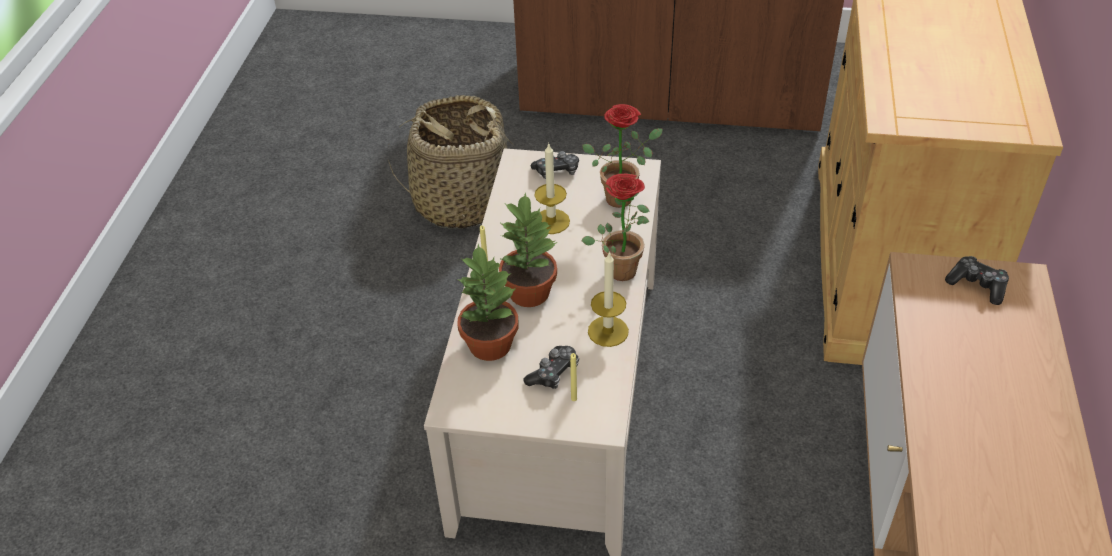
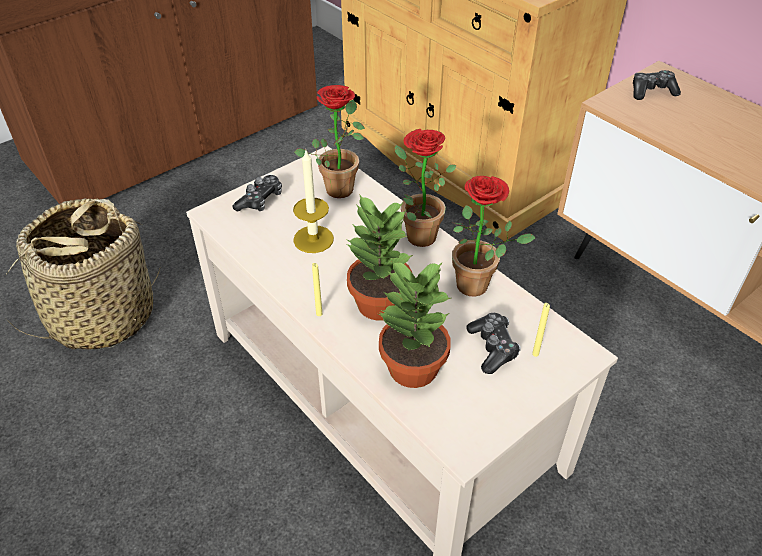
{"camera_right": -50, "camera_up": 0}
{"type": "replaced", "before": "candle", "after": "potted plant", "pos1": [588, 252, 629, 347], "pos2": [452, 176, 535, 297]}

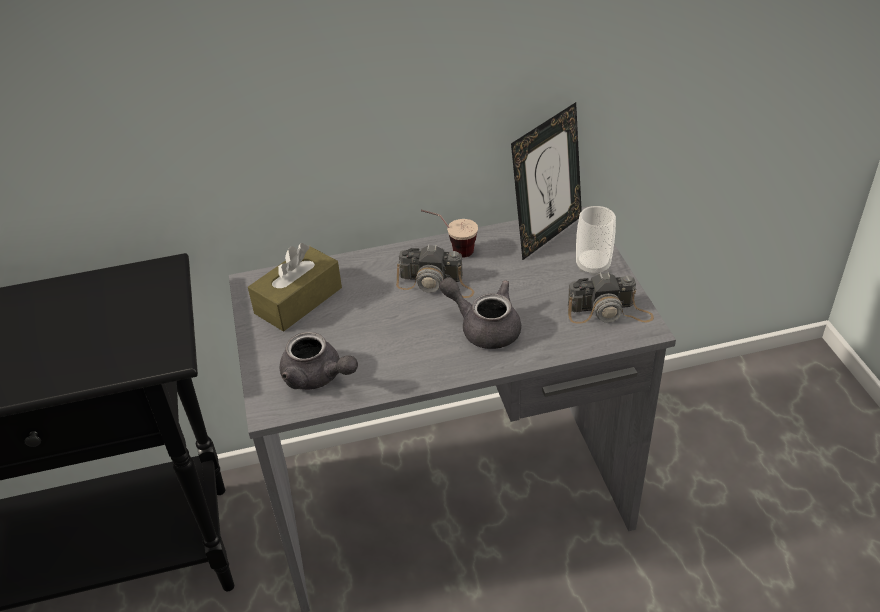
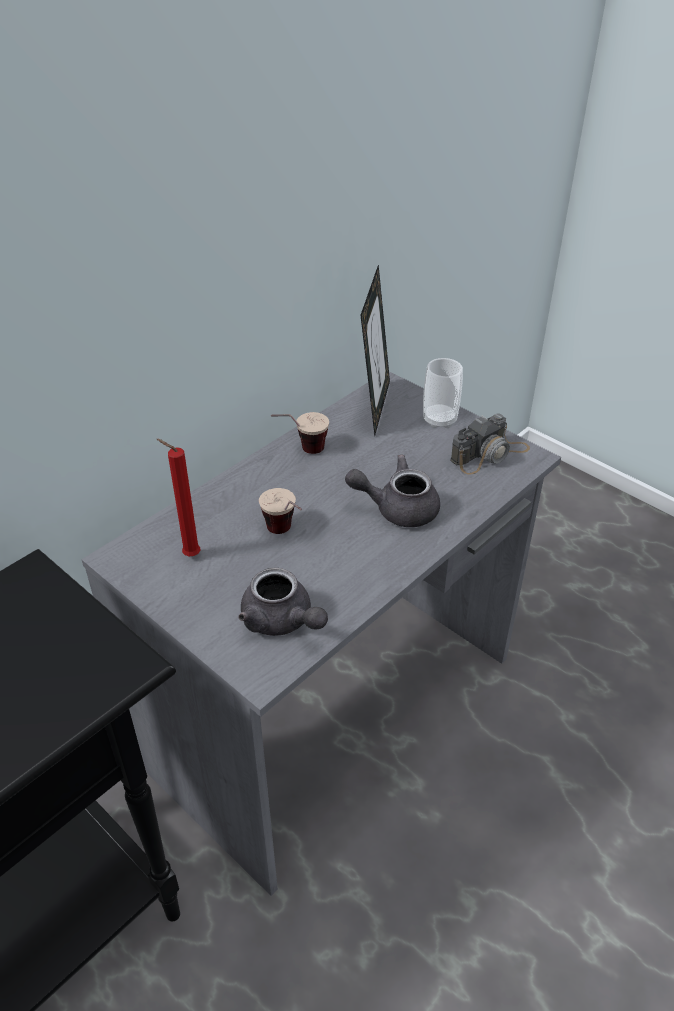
{"camera_right": -35, "camera_up": 0}
{"type": "replaced", "before": "tissue box (brown)", "after": "candle (red)", "pos1": [248, 243, 342, 331], "pos2": [157, 439, 200, 556]}
{"type": "turned", "before": "teapot (grey)", "pos1": [280, 332, 358, 390], "pos2": [238, 568, 328, 636], "turn": 45}
{"type": "removed", "before": "photo camera", "pos1": [396, 244, 474, 298]}
{"type": "added", "after": "cup", "pos2": [259, 488, 302, 534]}

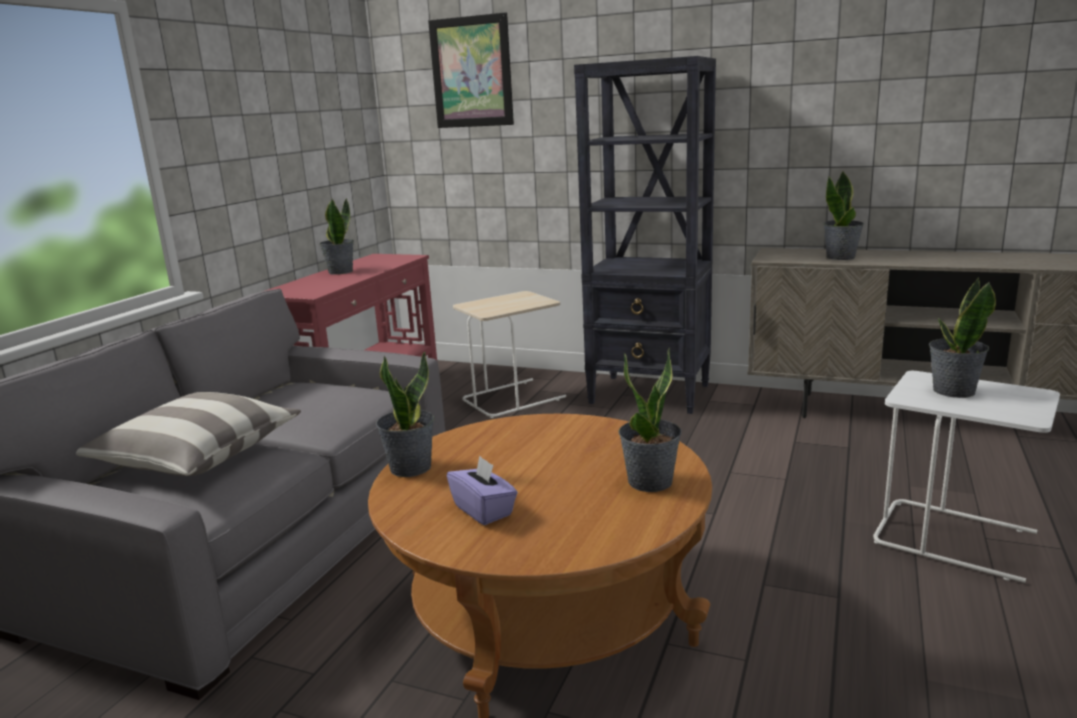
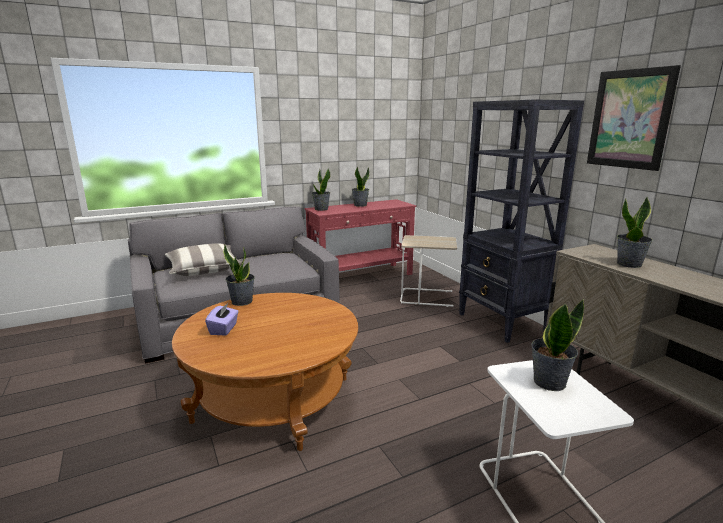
{"camera_right": 40, "camera_up": 0}
{"type": "moved", "before": "picture", "pos1": [428, 12, 514, 128], "pos2": [587, 65, 681, 171]}
{"type": "moved", "before": "potted plant", "pos1": [619, 347, 681, 492], "pos2": [312, 168, 330, 211]}

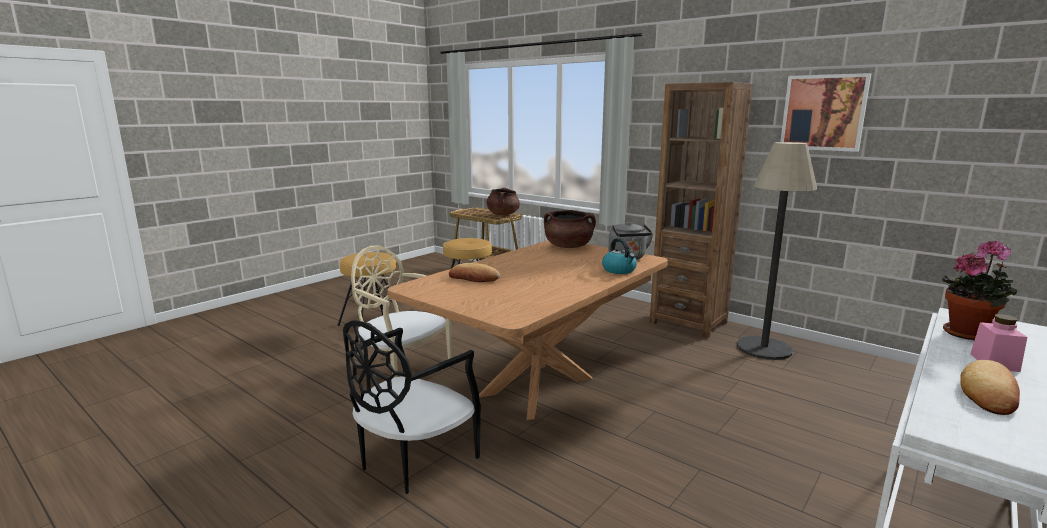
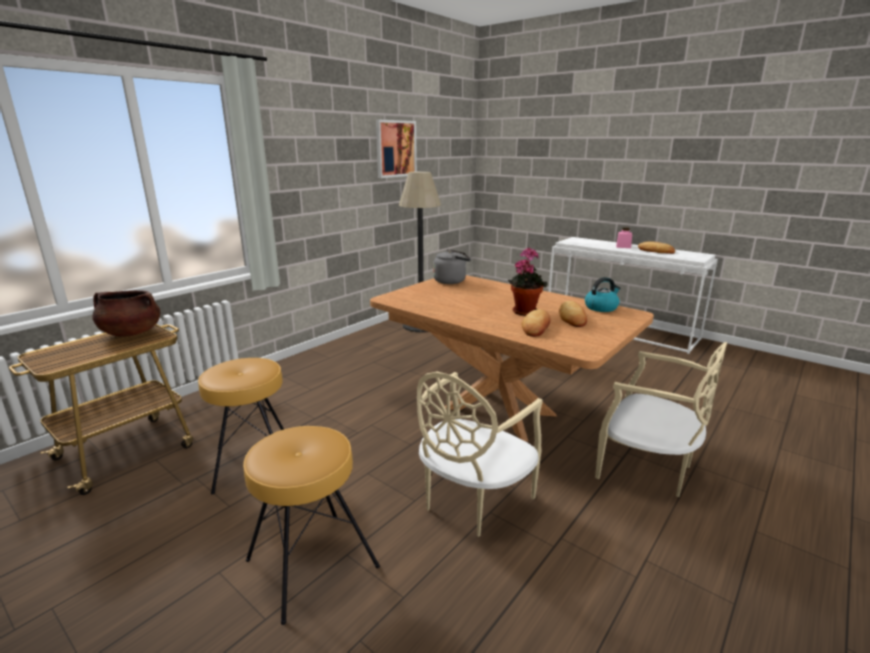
{"camera_right": -90, "camera_up": 5}
{"type": "recoloured", "before": "chair (black)", "after": "chair (beige)", "pos1": [343, 320, 481, 494], "pos2": [595, 342, 727, 497]}
{"type": "removed", "before": "cooking pot (brown)", "pos1": [544, 210, 596, 248]}
{"type": "moved", "before": "kettle", "pos1": [602, 238, 637, 274], "pos2": [585, 277, 620, 312]}
{"type": "removed", "before": "bookcase (brown)", "pos1": [650, 82, 753, 338]}
{"type": "moved", "before": "potted plant", "pos1": [942, 240, 1017, 340], "pos2": [508, 248, 547, 316]}
{"type": "added", "after": "bread", "pos2": [559, 301, 587, 327]}

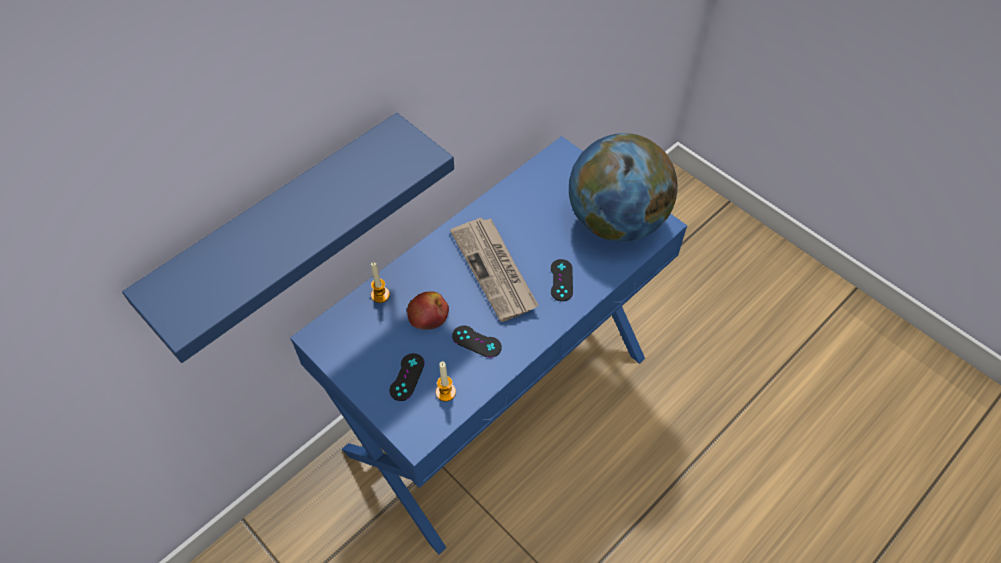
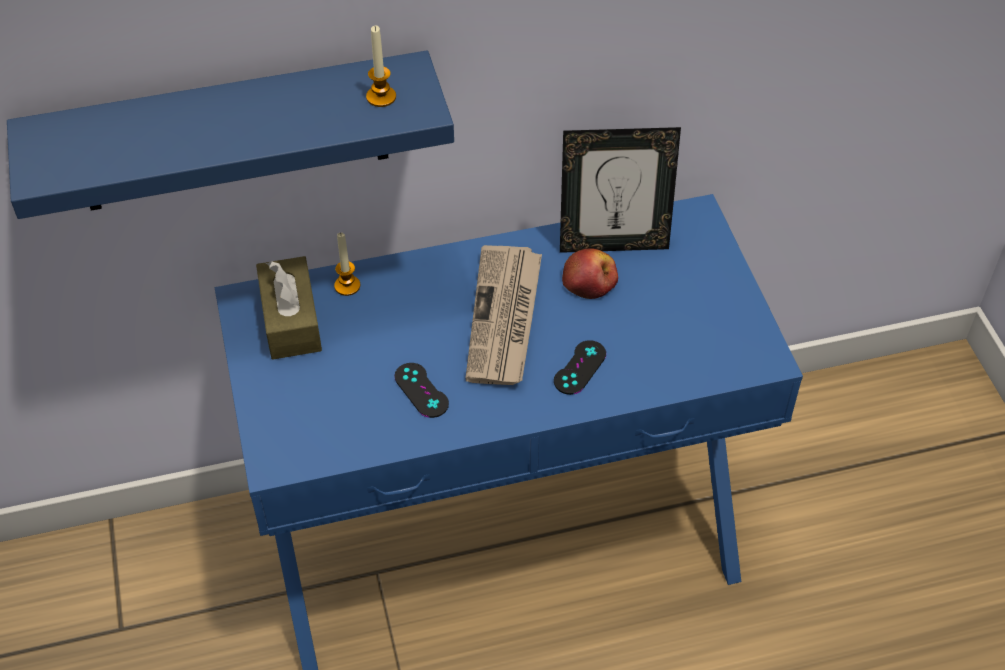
{"camera_right": 30, "camera_up": -5}
{"type": "removed", "before": "game controller (black)", "pos1": [389, 353, 425, 401]}
{"type": "moved", "before": "apple", "pos1": [407, 292, 449, 329], "pos2": [562, 248, 618, 299]}
{"type": "moved", "before": "candle", "pos1": [436, 362, 456, 402], "pos2": [366, 26, 396, 107]}
{"type": "removed", "before": "globe", "pos1": [569, 133, 678, 242]}
{"type": "added", "after": "tissue box (brown)", "pos2": [256, 256, 322, 359]}
{"type": "added", "after": "picture frame", "pos2": [560, 127, 681, 253]}

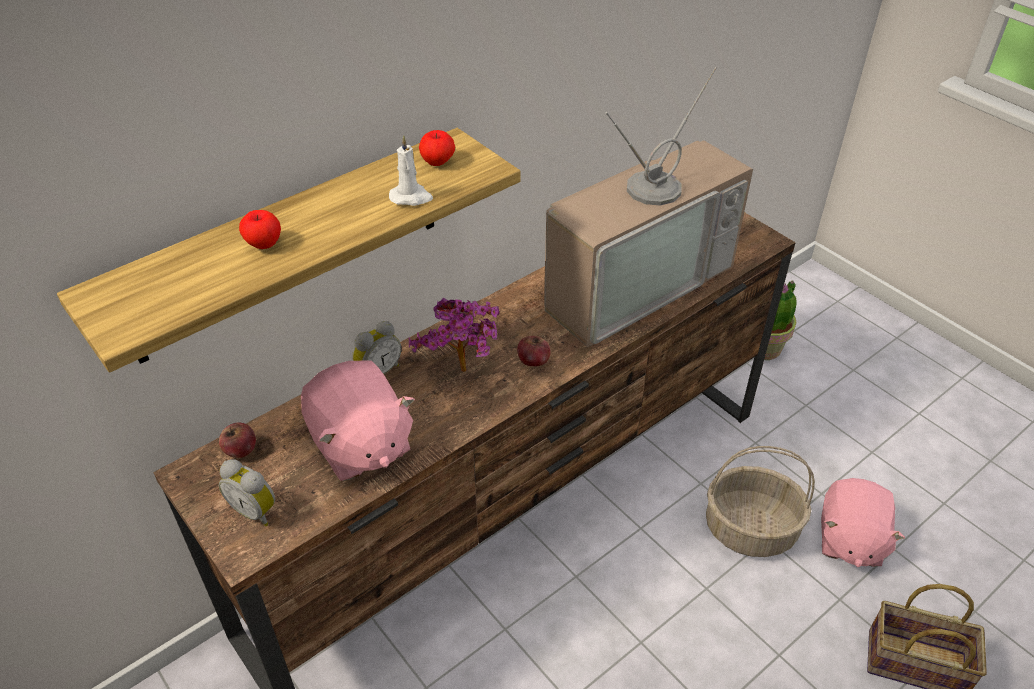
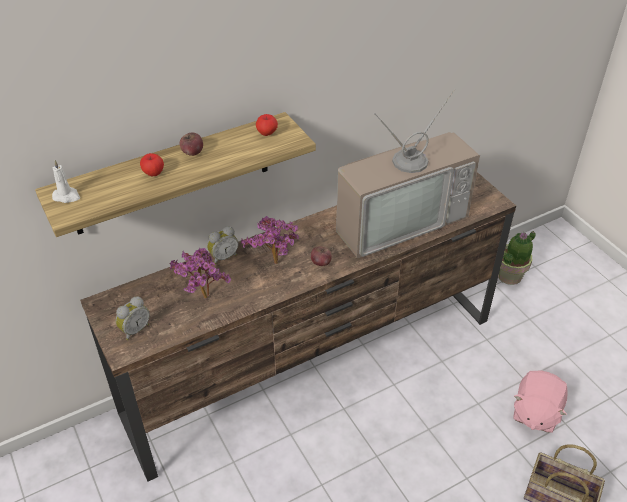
{"camera_right": 10, "camera_up": 0}
{"type": "moved", "before": "apple", "pos1": [219, 422, 256, 458], "pos2": [180, 133, 203, 156]}
{"type": "turned", "before": "alarm clock", "pos1": [219, 459, 275, 527], "pos2": [116, 296, 150, 340], "turn": -90}
{"type": "replaced", "before": "plush toy (pink)", "after": "potted plant", "pos1": [301, 360, 415, 481], "pos2": [170, 248, 231, 299]}
{"type": "moved", "before": "candle (white)", "pos1": [389, 135, 433, 206], "pos2": [52, 160, 80, 203]}
{"type": "removed", "before": "basket", "pos1": [706, 446, 815, 557]}

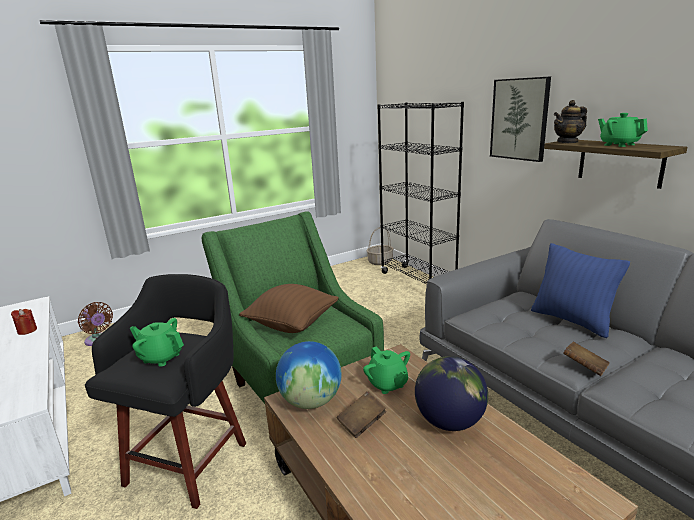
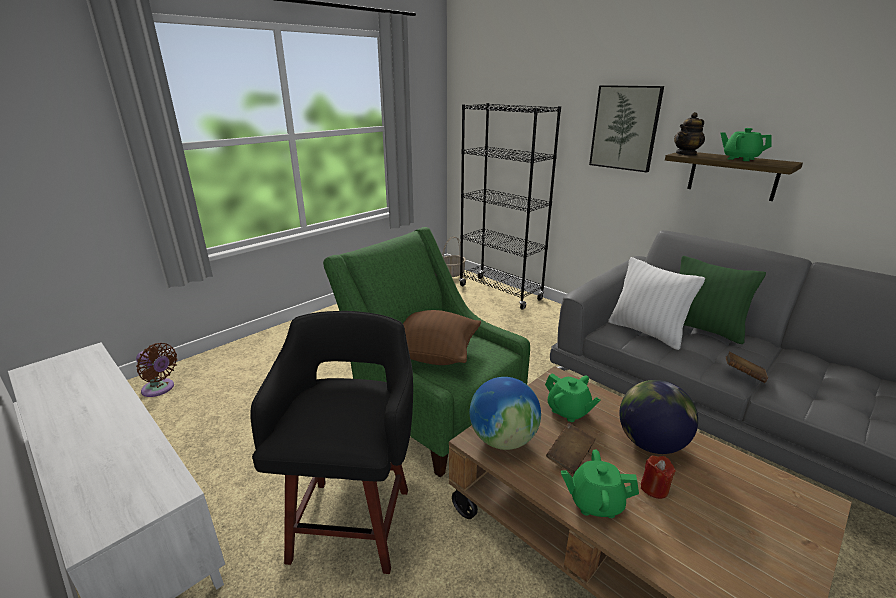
{"camera_right": -15, "camera_up": 5}
{"type": "moved", "before": "candle (red)", "pos1": [11, 309, 37, 335], "pos2": [641, 455, 676, 499]}
{"type": "moved", "before": "teapot (green)", "pos1": [130, 318, 184, 367], "pos2": [561, 449, 639, 518]}
{"type": "recoloured", "before": "pillow (blue)", "after": "pillow (green)", "pos1": [531, 243, 630, 338], "pos2": [679, 256, 766, 344]}
{"type": "added", "after": "pillow (white)", "pos2": [608, 257, 705, 350]}

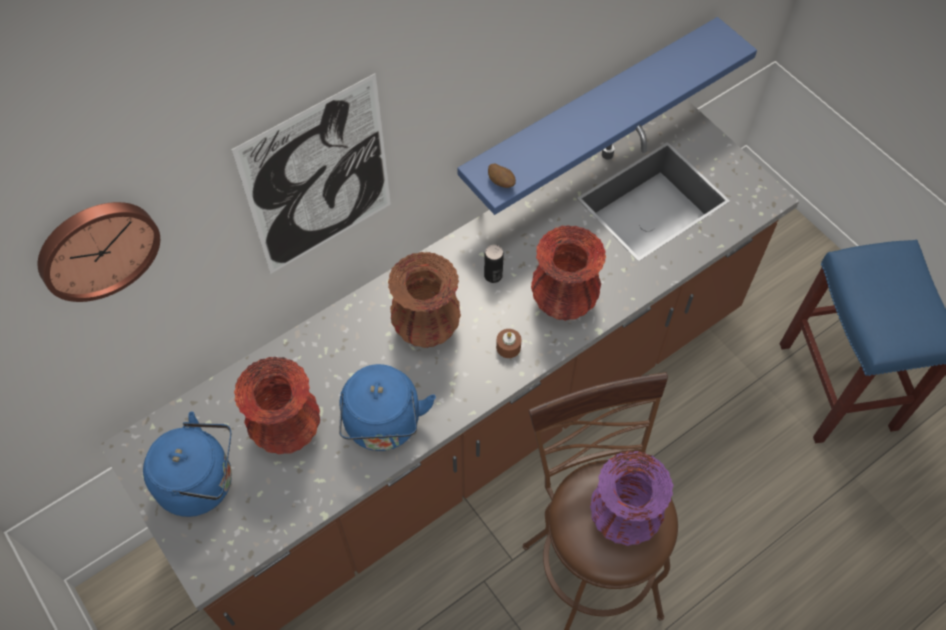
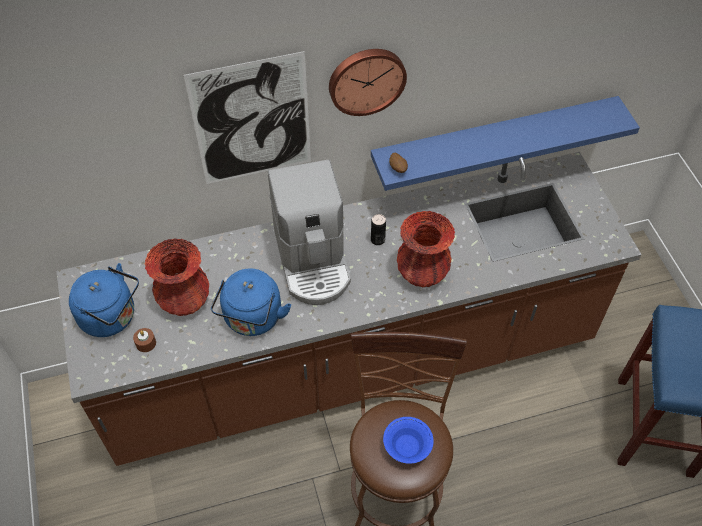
{"camera_right": 20, "camera_up": -5}
{"type": "moved", "before": "wall clock", "pos1": [38, 202, 160, 302], "pos2": [329, 49, 407, 116]}
{"type": "replaced", "before": "vase (brown)", "after": "coffee machine", "pos1": [388, 252, 461, 348], "pos2": [268, 160, 351, 305]}
{"type": "moved", "before": "candle (brown)", "pos1": [496, 329, 522, 358], "pos2": [133, 328, 156, 352]}
{"type": "replaced", "before": "vase (purple)", "after": "bowl (blue)", "pos1": [590, 451, 673, 546], "pos2": [383, 417, 434, 464]}

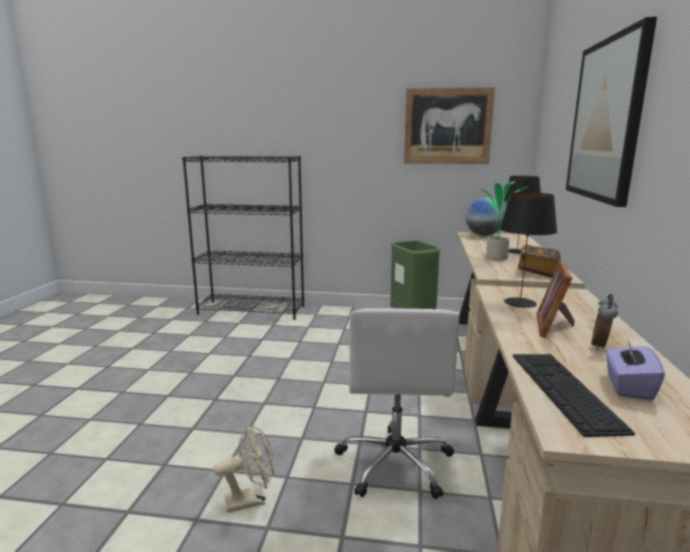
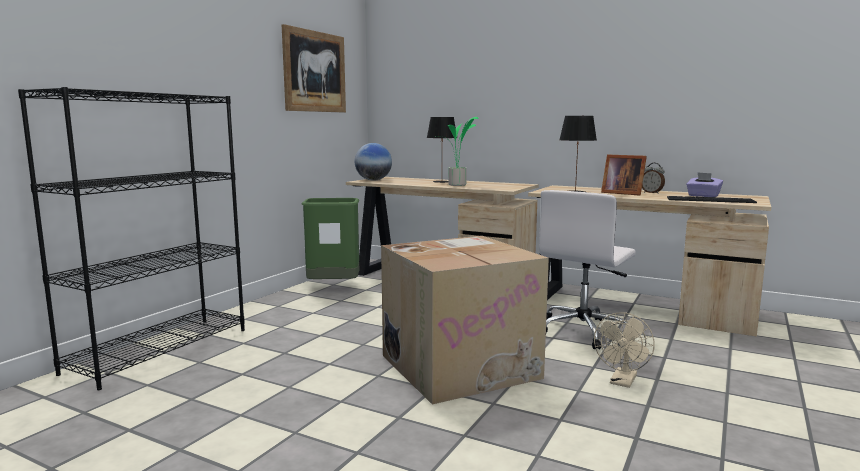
{"camera_right": -70, "camera_up": -5}
{"type": "turned", "before": "fan (beige)", "pos1": [214, 424, 275, 513], "pos2": [594, 312, 655, 388], "turn": -150}
{"type": "turned", "before": "office chair (white)", "pos1": [334, 308, 460, 499], "pos2": [539, 190, 636, 349], "turn": 105}
{"type": "removed", "before": "book", "pos1": [518, 245, 560, 277]}
{"type": "removed", "before": "picture", "pos1": [566, 17, 657, 207]}
{"type": "added", "after": "cardboard box", "pos2": [381, 236, 549, 404]}

